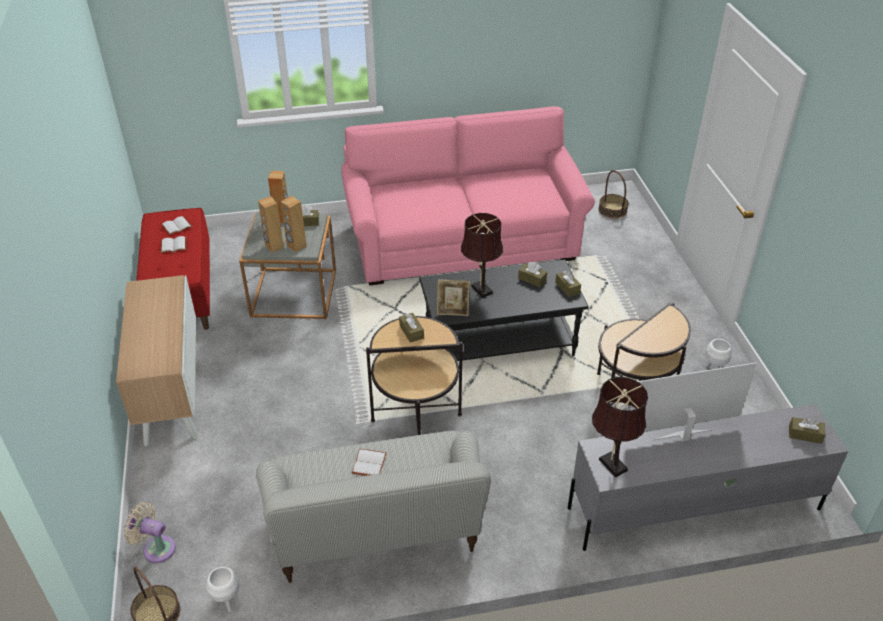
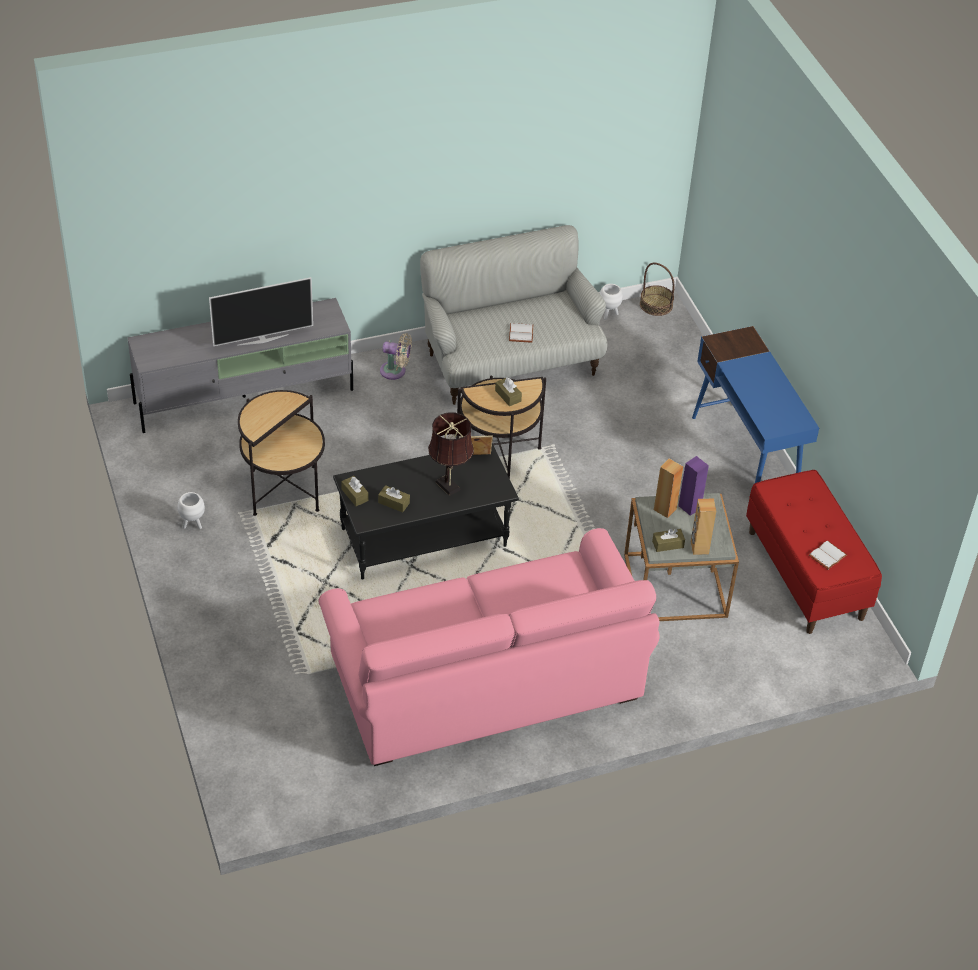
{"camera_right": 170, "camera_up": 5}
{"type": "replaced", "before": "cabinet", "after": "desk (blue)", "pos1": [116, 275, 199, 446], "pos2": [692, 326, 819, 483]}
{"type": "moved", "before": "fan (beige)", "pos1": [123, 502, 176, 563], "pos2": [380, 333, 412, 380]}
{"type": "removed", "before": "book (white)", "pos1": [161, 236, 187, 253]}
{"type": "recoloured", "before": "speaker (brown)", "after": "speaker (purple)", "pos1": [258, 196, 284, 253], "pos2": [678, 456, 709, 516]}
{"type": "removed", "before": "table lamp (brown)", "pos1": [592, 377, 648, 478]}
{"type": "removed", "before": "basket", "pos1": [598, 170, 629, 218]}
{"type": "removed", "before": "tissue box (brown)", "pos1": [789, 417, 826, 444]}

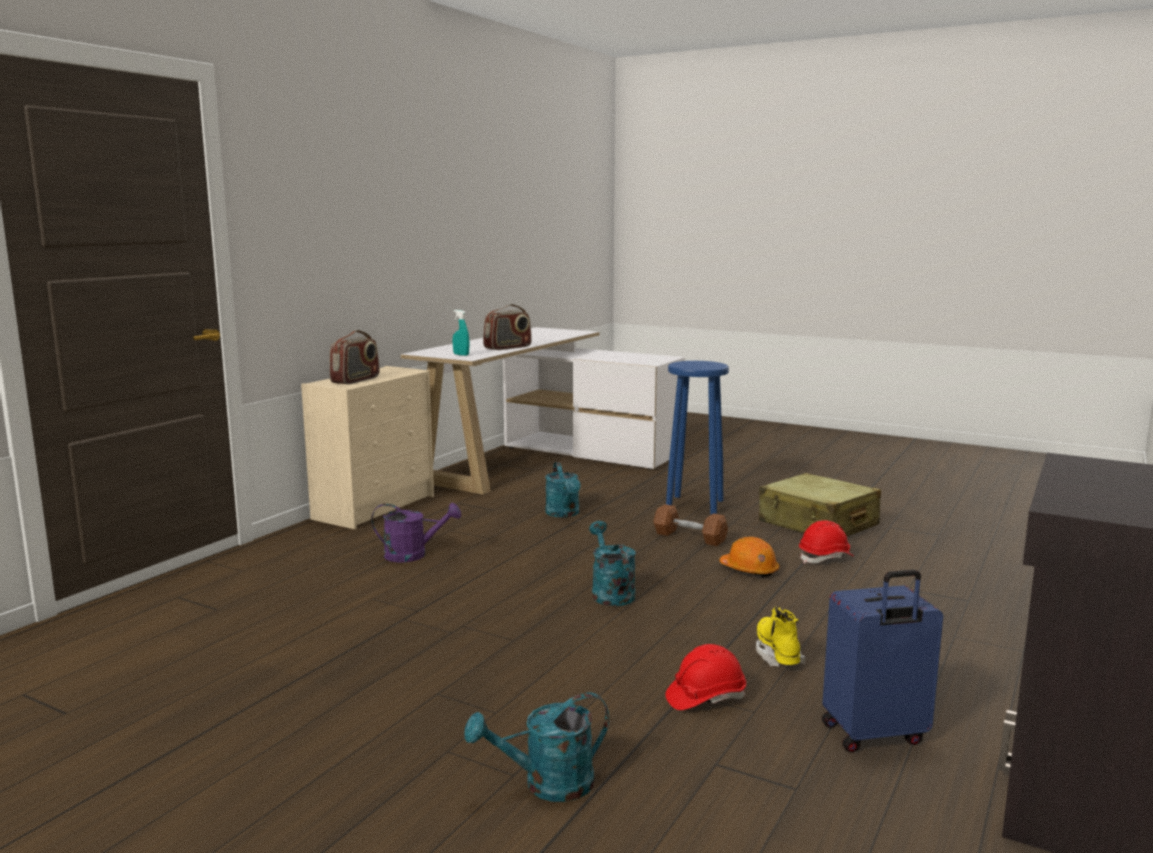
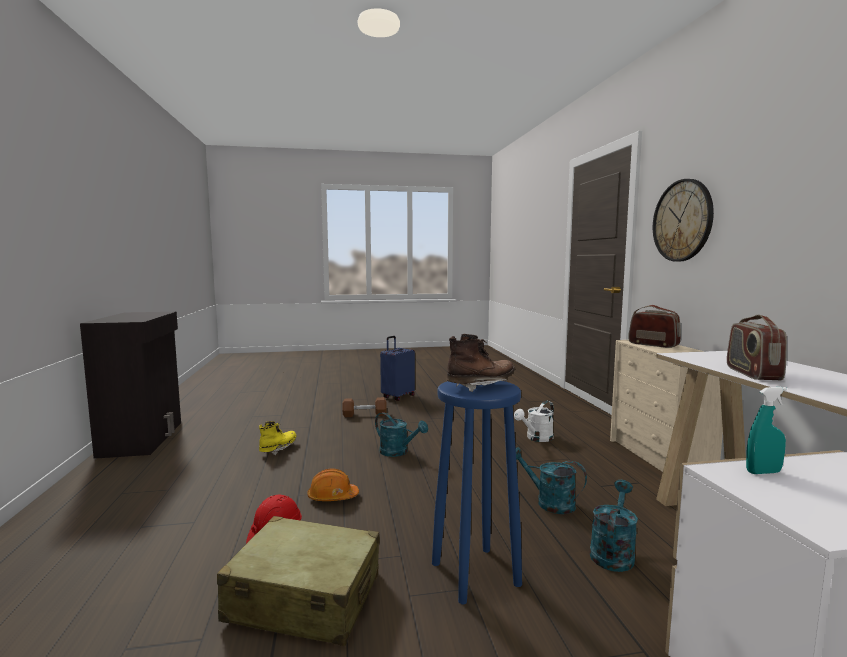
{"camera_right": 140, "camera_up": -5}
{"type": "turned", "before": "radio", "pos1": [329, 330, 380, 384], "pos2": [628, 305, 681, 348], "turn": 150}
{"type": "recoloured", "before": "watering can (purple)", "after": "watering can (white)", "pos1": [371, 503, 461, 562], "pos2": [514, 401, 554, 442]}
{"type": "moved", "before": "spray bottle (turquoise)", "pos1": [453, 310, 470, 356], "pos2": [746, 387, 787, 474]}
{"type": "moved", "before": "watering can (turquoise)", "pos1": [465, 692, 609, 802], "pos2": [589, 480, 638, 572]}
{"type": "moved", "before": "dumbbell (brown)", "pos1": [653, 504, 728, 546], "pos2": [342, 397, 387, 417]}
{"type": "removed", "before": "hard hat (red)", "pos1": [666, 644, 746, 710]}
{"type": "turned", "before": "boot (yellow)", "pos1": [756, 606, 806, 667], "pos2": [259, 421, 297, 455], "turn": -105}
{"type": "moved", "before": "suitcase (blue)", "pos1": [822, 570, 943, 753], "pos2": [380, 336, 415, 401]}
{"type": "added", "after": "boot (brown)", "pos2": [447, 334, 515, 392]}
{"type": "added", "after": "wall clock", "pos2": [653, 179, 714, 262]}

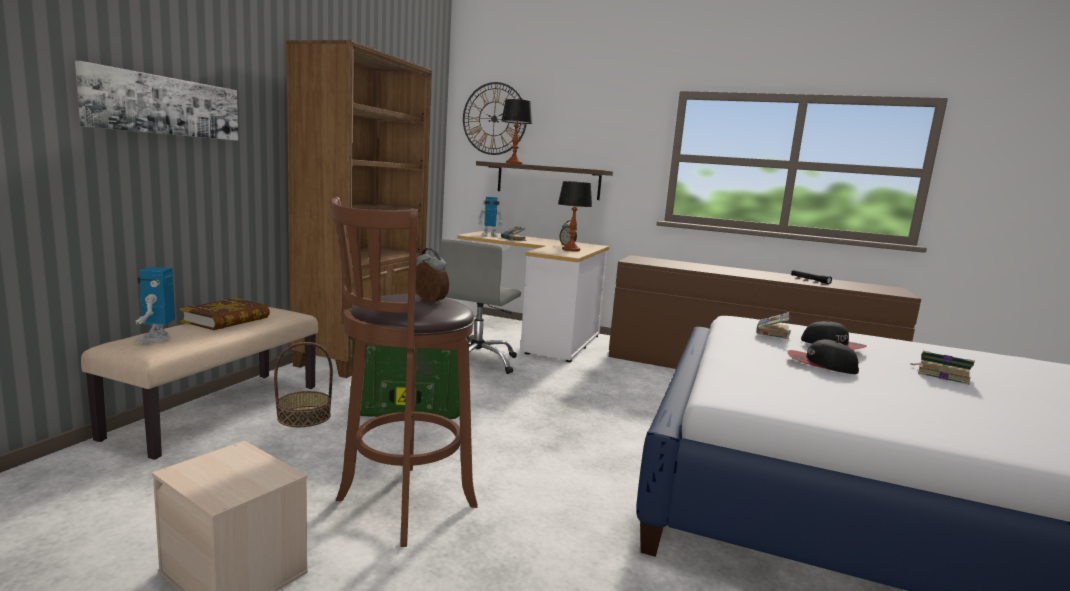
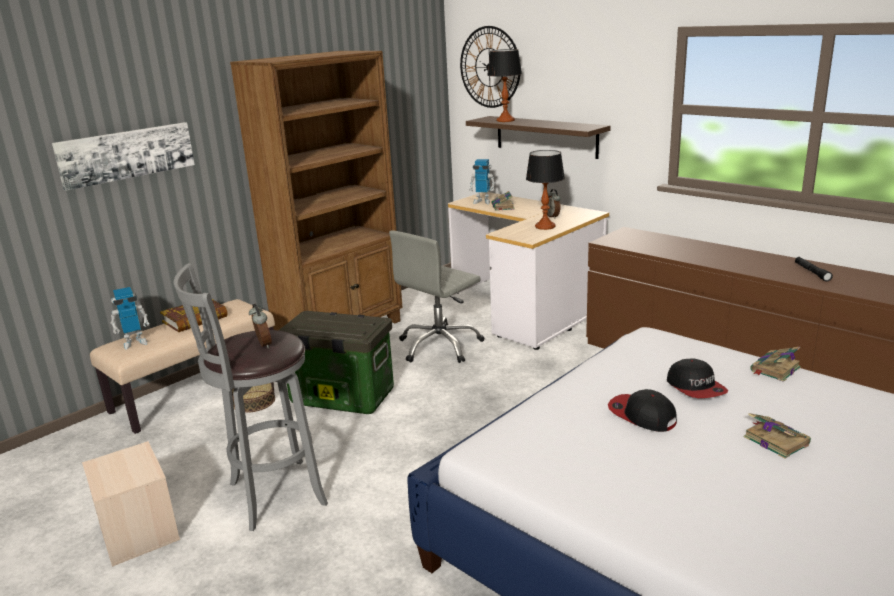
{"camera_right": 25, "camera_up": 10}
{"type": "turned", "before": "toy robot", "pos1": [133, 267, 175, 344], "pos2": [110, 287, 150, 350], "turn": -135}
{"type": "recoloured", "before": "stool (brown)", "after": "stool (grey)", "pos1": [330, 197, 478, 547], "pos2": [174, 263, 328, 531]}
{"type": "moved", "before": "book", "pos1": [756, 312, 791, 339], "pos2": [750, 347, 801, 382]}

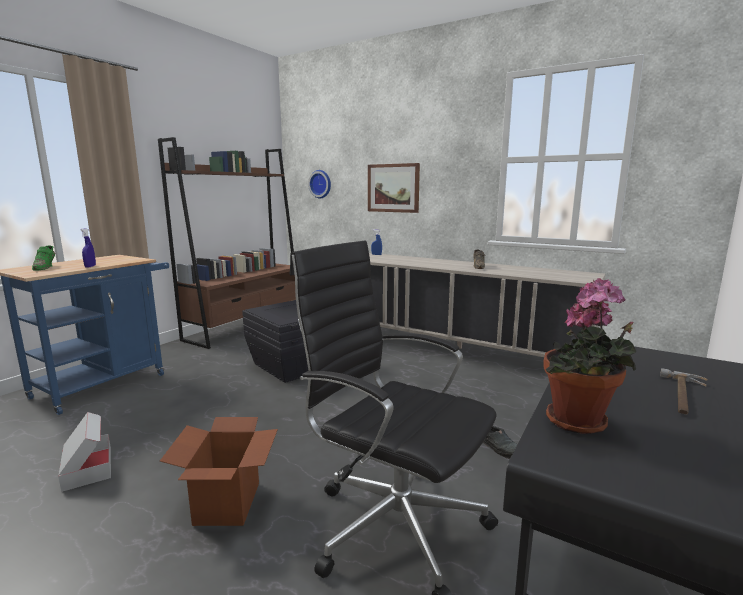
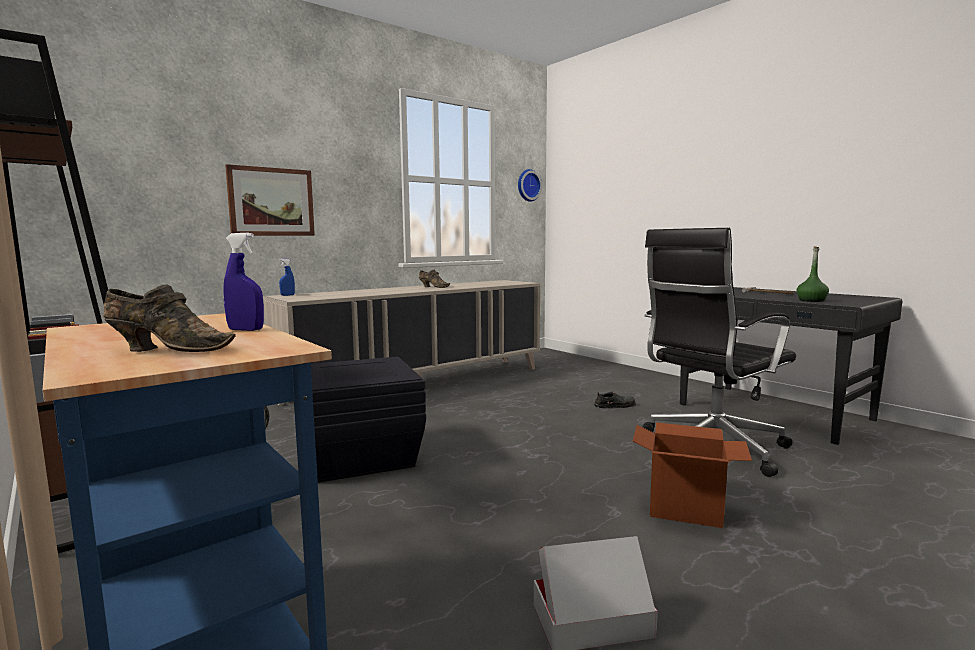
{"camera_right": -70, "camera_up": -5}
{"type": "recoloured", "before": "shoe (green)", "after": "shoe (brown)", "pos1": [32, 246, 55, 271], "pos2": [103, 285, 236, 352]}
{"type": "moved", "before": "wall clock", "pos1": [308, 170, 331, 199], "pos2": [518, 169, 542, 202]}
{"type": "replaced", "before": "potted plant", "after": "bottle (green)", "pos1": [543, 278, 636, 434], "pos2": [796, 246, 829, 302]}

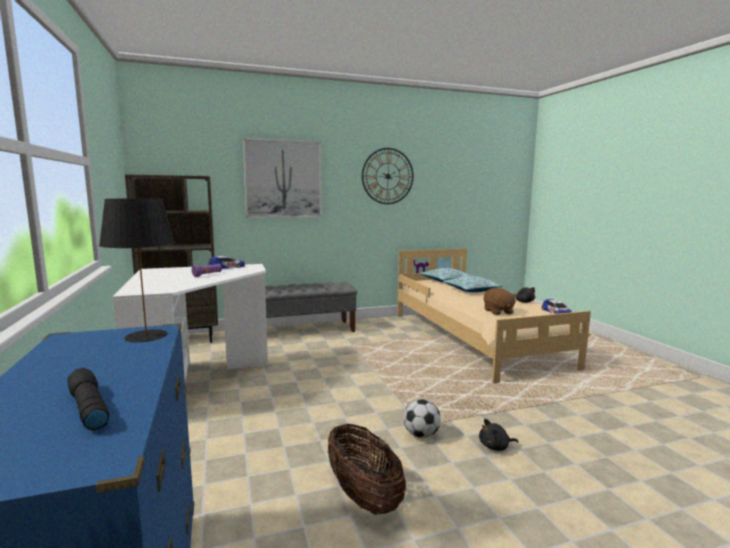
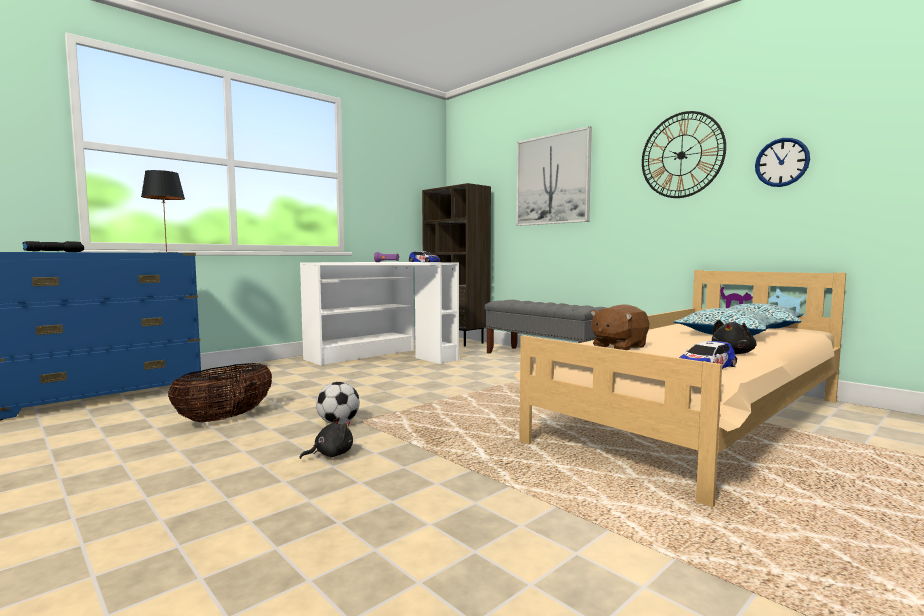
{"camera_right": 65, "camera_up": -5}
{"type": "turned", "before": "plush toy (black)", "pos1": [479, 419, 518, 451], "pos2": [300, 417, 353, 459], "turn": 90}
{"type": "added", "after": "wall clock", "pos2": [755, 138, 810, 187]}

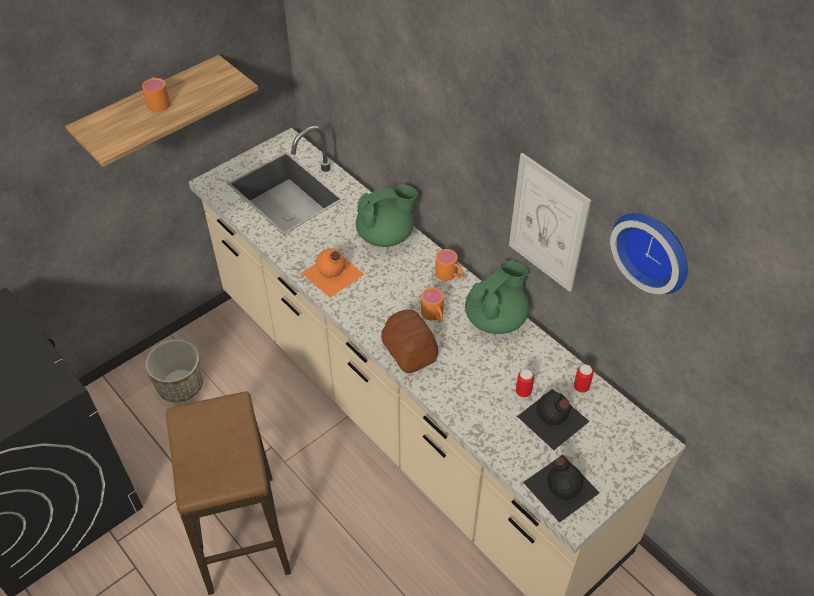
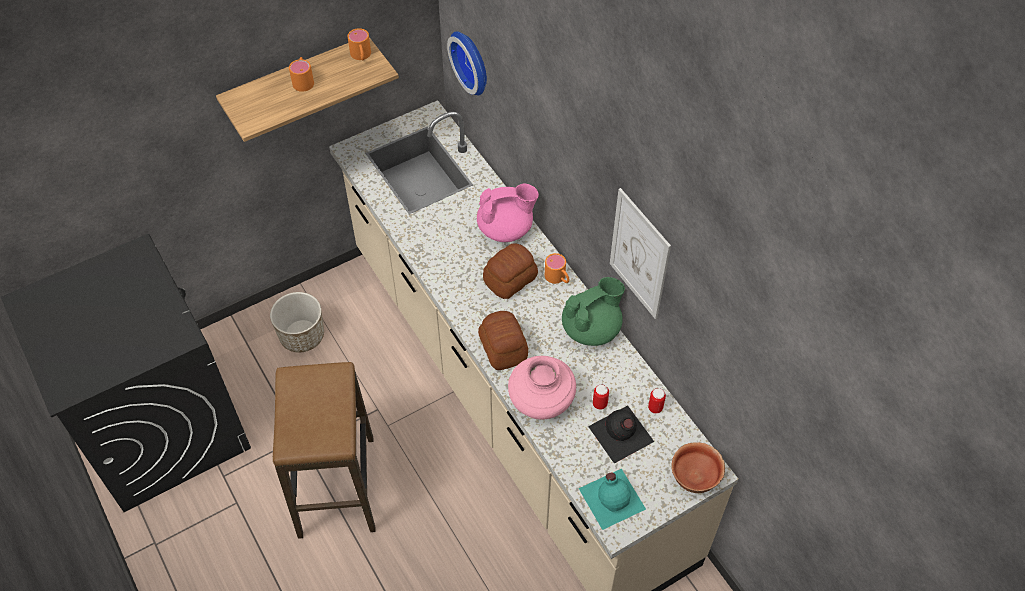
{"camera_right": 10, "camera_up": 5}
{"type": "removed", "before": "bottle (orange)", "pos1": [302, 249, 364, 298]}
{"type": "recoloured", "before": "teapot (green)", "after": "teapot (pink)", "pos1": [356, 184, 418, 247], "pos2": [477, 183, 539, 242]}
{"type": "moved", "before": "mug (orange)", "pos1": [421, 288, 444, 322], "pos2": [347, 28, 371, 60]}
{"type": "recoloured", "before": "bottle (black)", "after": "bottle (turquoise)", "pos1": [523, 455, 600, 523], "pos2": [578, 469, 646, 530]}
{"type": "moved", "before": "wall clock", "pos1": [610, 213, 688, 294], "pos2": [447, 31, 487, 95]}
{"type": "added", "after": "bread", "pos2": [483, 243, 538, 299]}
{"type": "added", "after": "vase (pink)", "pos2": [508, 356, 576, 420]}
{"type": "added", "after": "bowl", "pos2": [671, 442, 725, 493]}

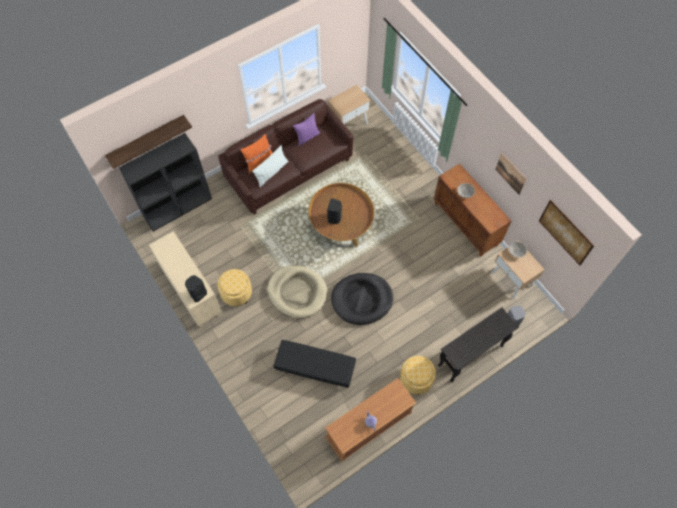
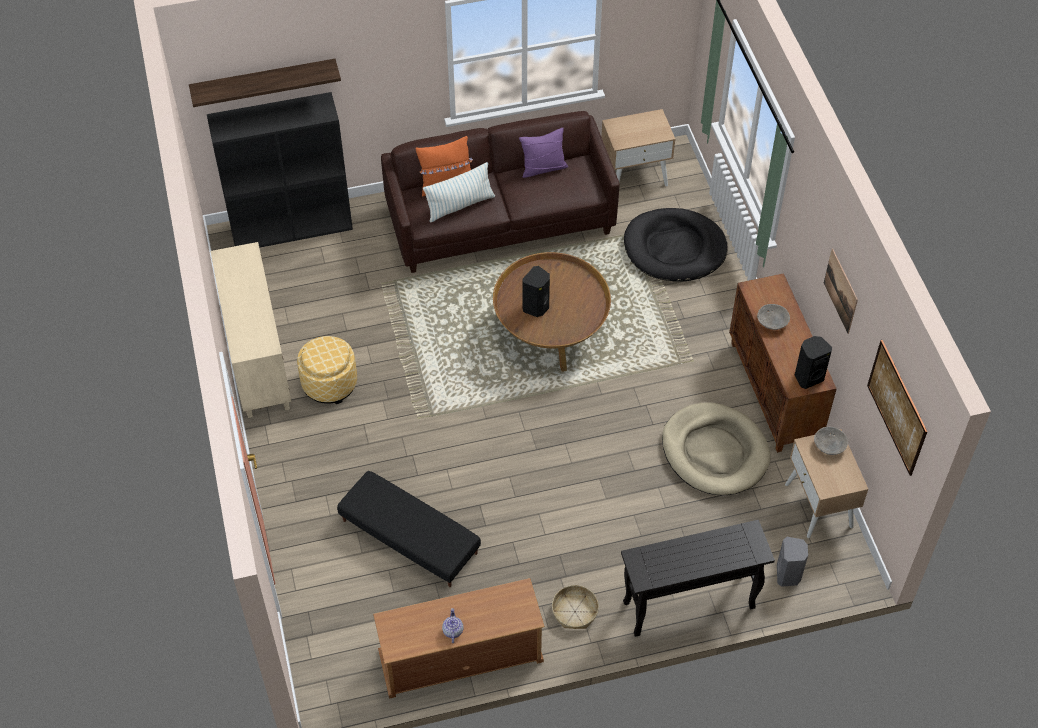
{"camera_right": 20, "camera_up": -10}
{"type": "moved", "before": "speaker (black)", "pos1": [185, 275, 207, 302], "pos2": [795, 336, 832, 389]}
{"type": "moved", "before": "dog bed (beige)", "pos1": [267, 265, 328, 318], "pos2": [662, 402, 771, 495]}
{"type": "moved", "before": "dog bed (black)", "pos1": [331, 273, 393, 325], "pos2": [624, 208, 728, 281]}
{"type": "replaced", "before": "ottoman", "after": "basket", "pos1": [400, 356, 436, 395], "pos2": [552, 585, 599, 629]}

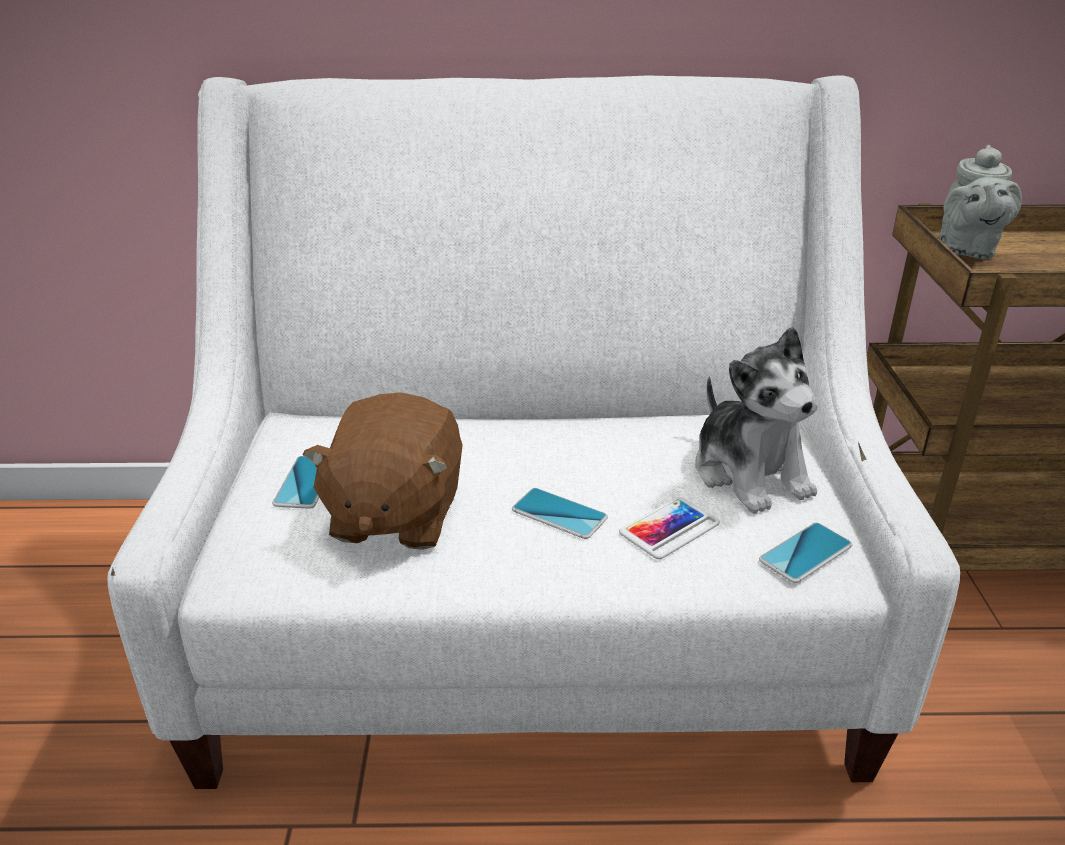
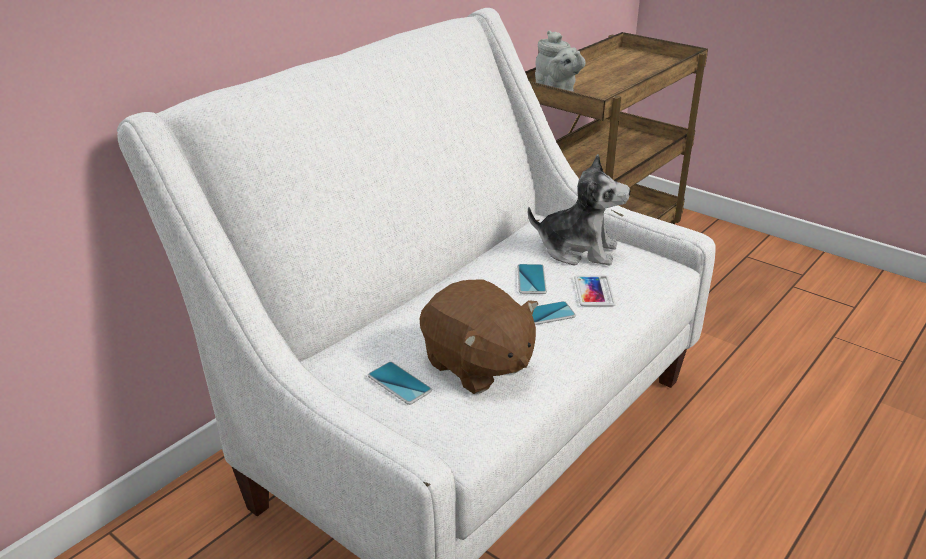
{"camera_right": -50, "camera_up": 0}
{"type": "moved", "before": "phone", "pos1": [759, 523, 852, 583], "pos2": [517, 264, 547, 294]}

